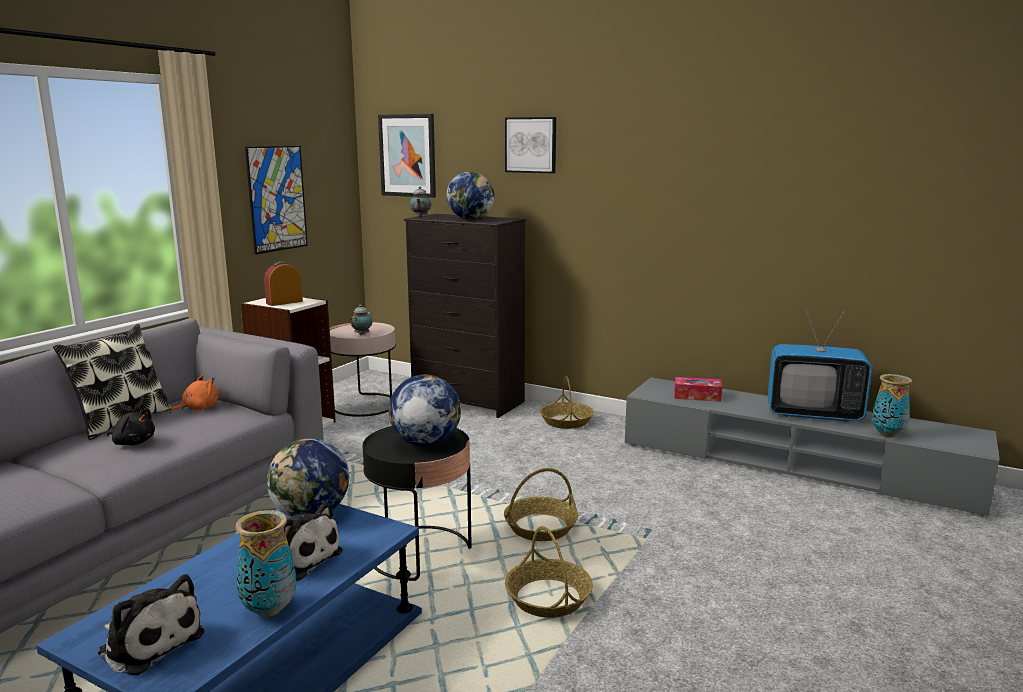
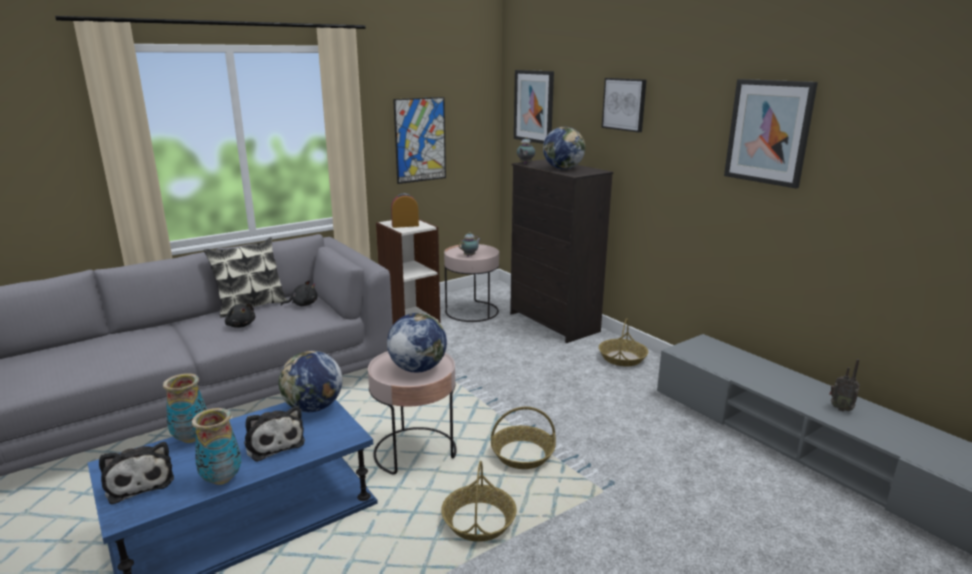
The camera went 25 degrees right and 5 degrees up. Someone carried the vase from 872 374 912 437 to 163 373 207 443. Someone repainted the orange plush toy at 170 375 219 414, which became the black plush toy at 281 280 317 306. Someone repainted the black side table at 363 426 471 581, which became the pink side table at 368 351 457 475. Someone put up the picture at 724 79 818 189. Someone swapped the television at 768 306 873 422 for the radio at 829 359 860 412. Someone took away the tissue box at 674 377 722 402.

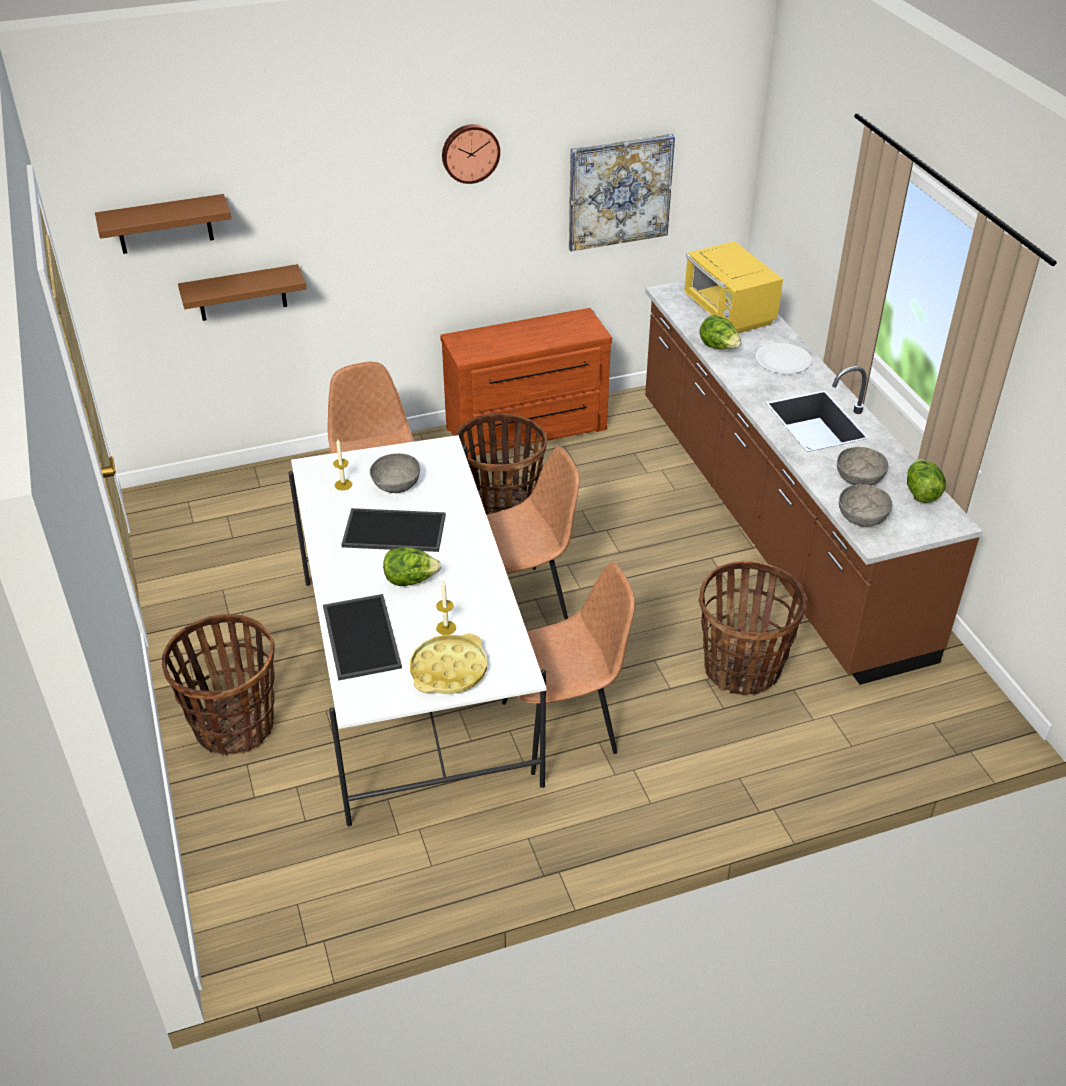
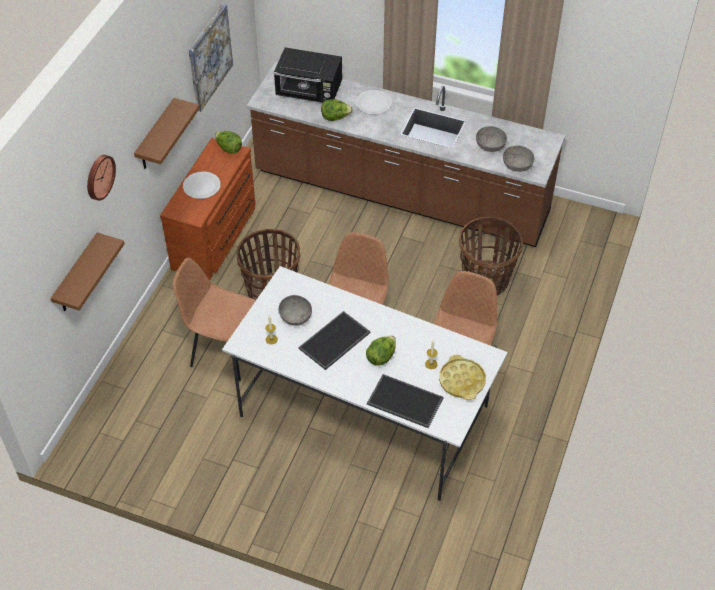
The camera went 50 degrees left and 10 degrees up. Someone carried the wall clock from 442 124 500 184 to 87 155 116 201. Someone carried the brown shelf from 95 194 232 254 to 134 98 200 169. Someone put down the white plate at 183 172 221 199. Someone carried the lettuce from 907 459 946 503 to 215 131 242 154. Someone repainted the yellow microwave at 684 241 783 333, which became the black microwave at 274 47 342 103. Someone took away the basket at 162 614 275 755.

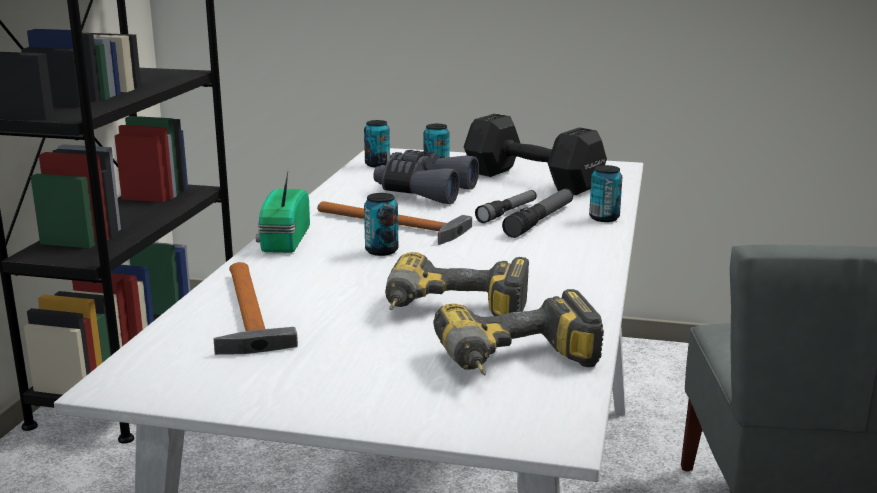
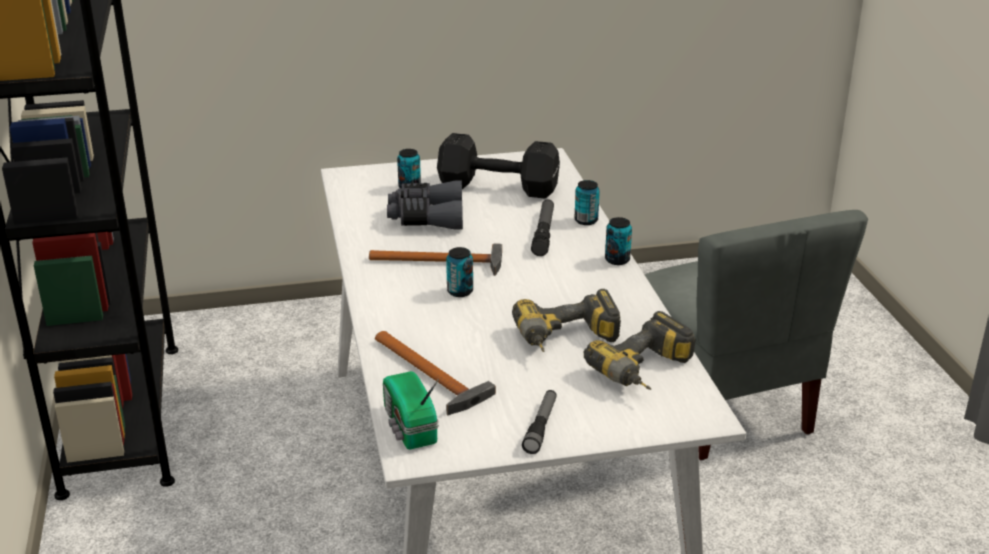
The camera went 25 degrees left and 10 degrees up. Someone carried the radio from 256 171 310 253 to 383 371 439 449. Someone carried the flashlight from 475 190 537 223 to 522 390 557 454. Someone carried the can from 364 120 390 167 to 605 217 632 265.

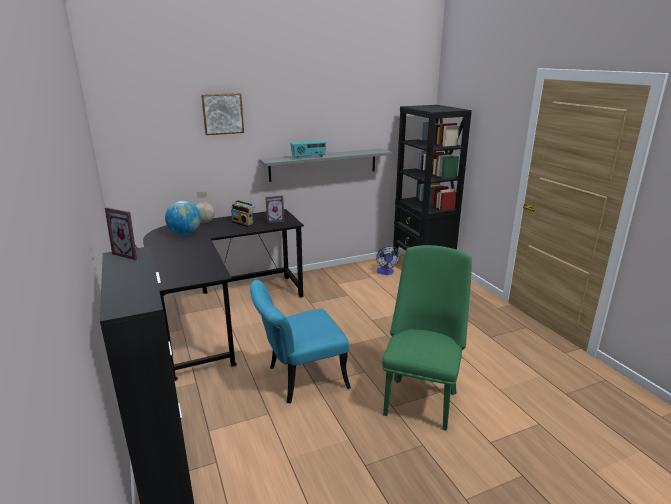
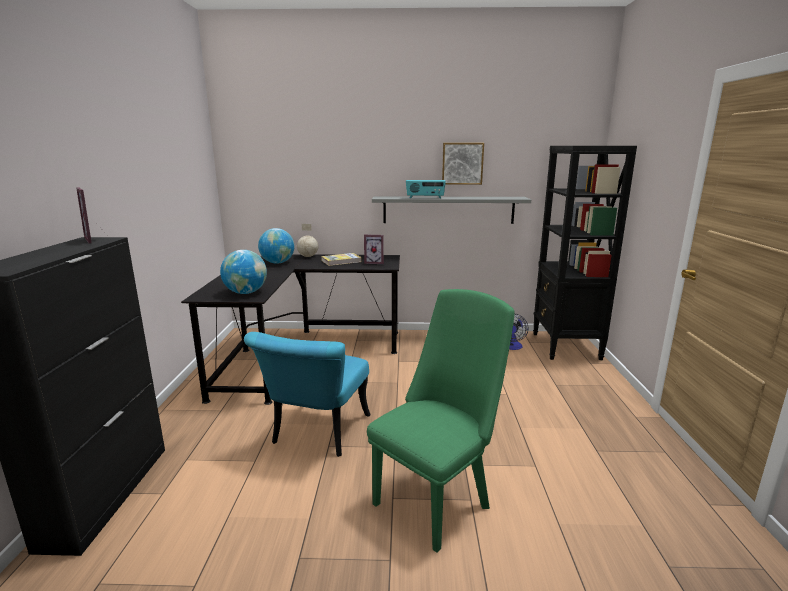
The camera went 25 degrees right and 5 degrees down. Someone put down the globe at 220 250 267 294. Someone rotated the turquoise chair at 250 280 351 404 by 75 degrees counterclockwise. Someone swapped the radio at 231 200 255 227 for the book at 321 253 362 266. Someone carried the picture from 201 93 244 135 to 442 143 484 185.

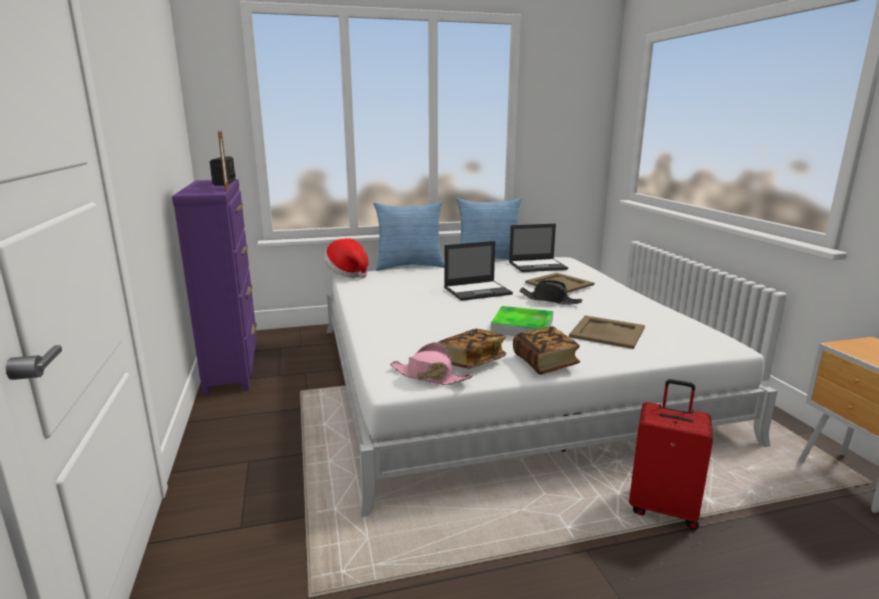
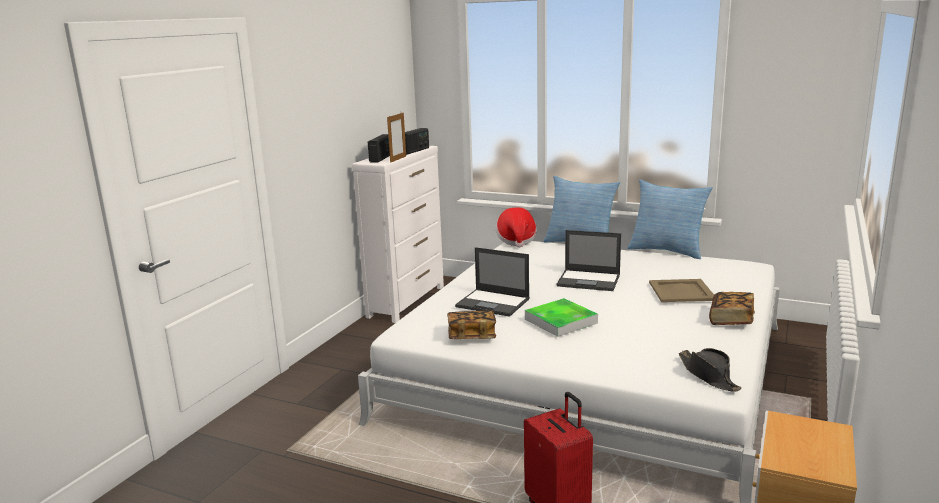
The camera went 40 degrees right and 0 degrees up. Someone repainted the purple dresser at 172 179 257 396, which became the white dresser at 352 146 444 323. Someone put down the radio at 368 134 390 163. Someone carried the laptop from 509 224 568 272 to 455 247 530 317. Someone carried the black hat from 520 280 582 305 to 679 348 742 392. Someone carried the book from 513 326 580 375 to 709 292 755 325. Someone took away the pink hat at 390 343 473 385. Someone took away the beige tray at 569 316 645 349.

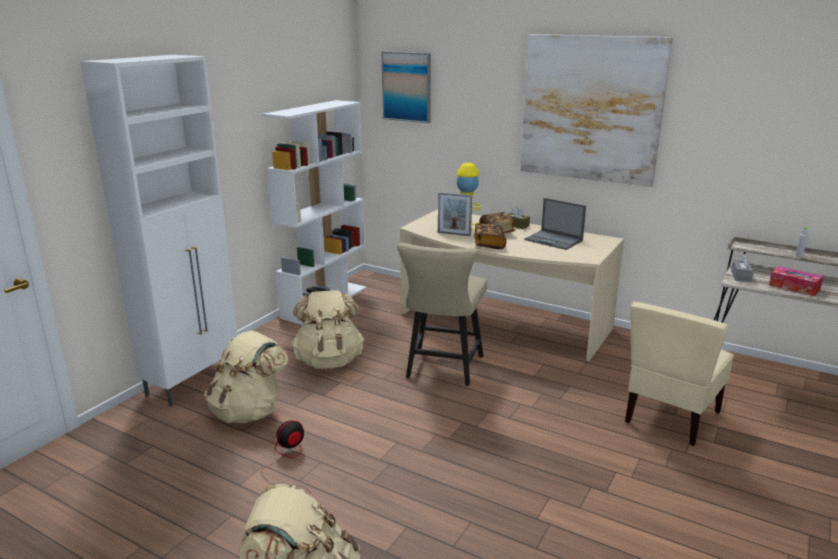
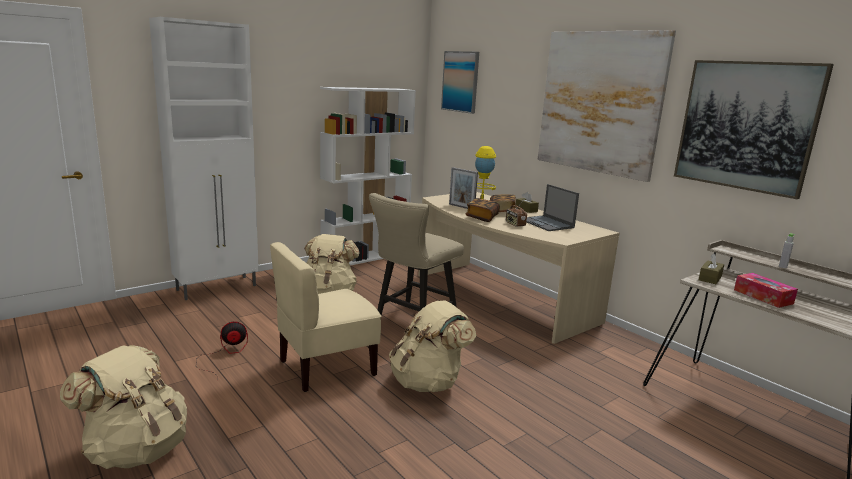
The camera went 20 degrees right and 5 degrees down. Someone carried the beige chair from 625 302 734 446 to 270 242 381 392. Someone carried the beige backpack from 204 331 289 423 to 389 300 476 392. Someone put down the radio at 506 201 527 227. Someone put up the picture at 674 60 834 199. Someone repainted the grey tissue box at 731 253 754 282, which became the brown tissue box at 699 253 724 284.

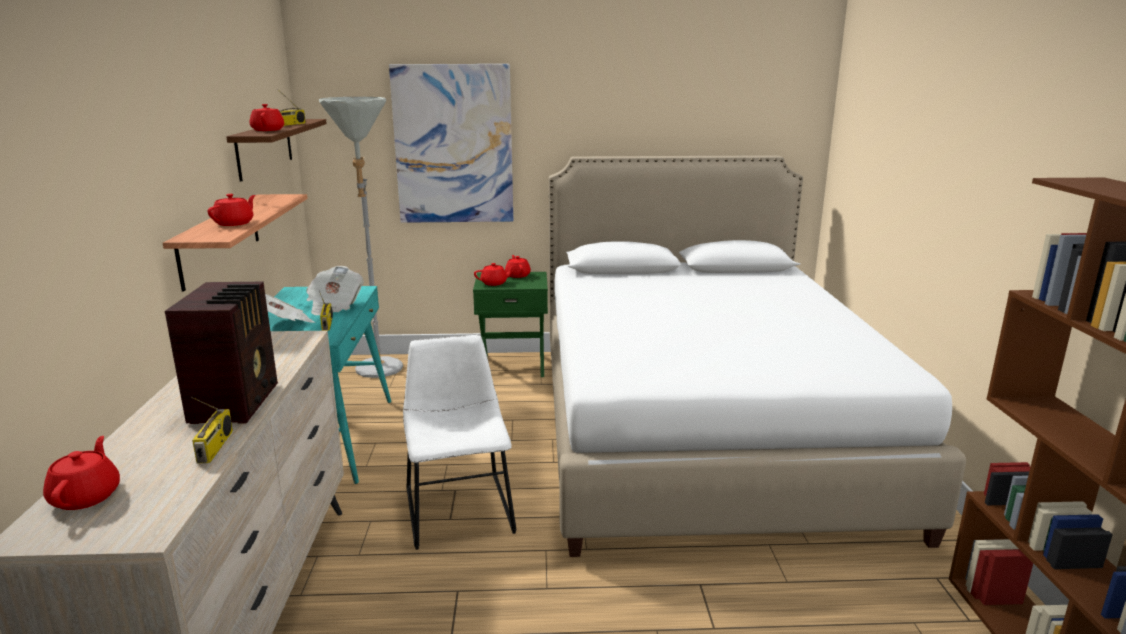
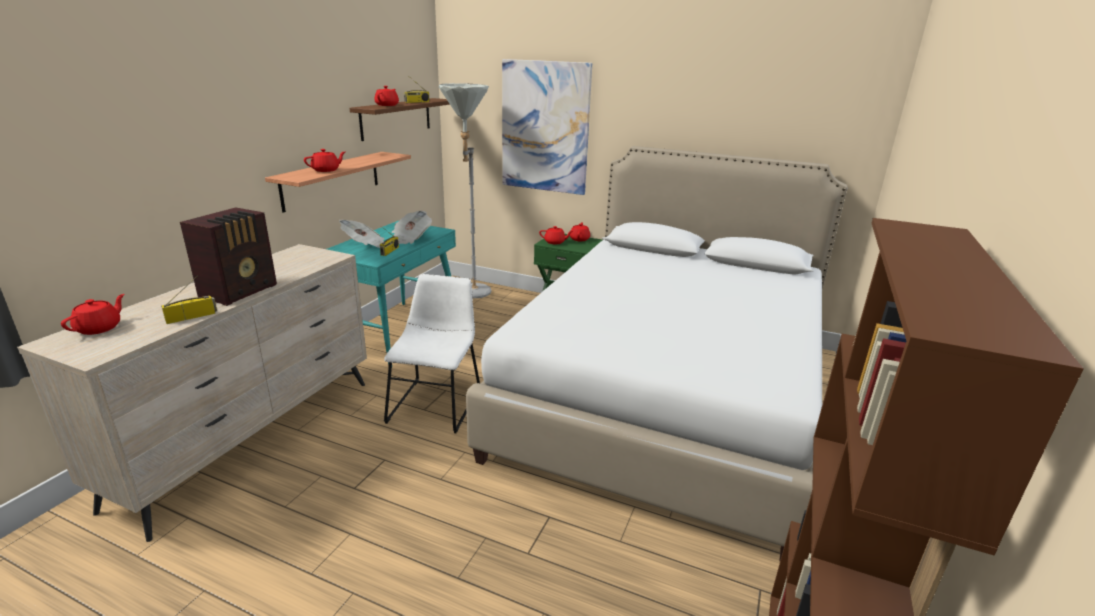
The camera went 25 degrees right and 5 degrees up. Someone rotated the radio at 191 397 233 463 by 150 degrees counterclockwise.

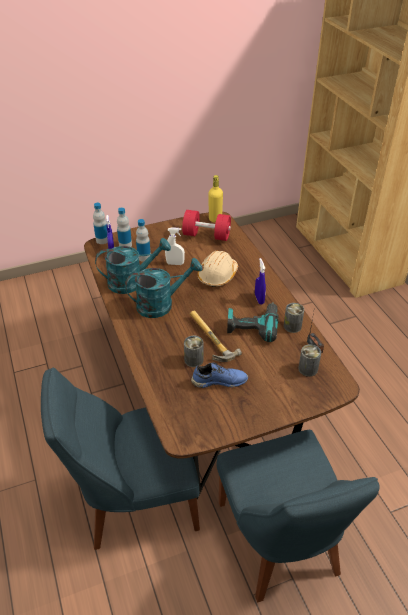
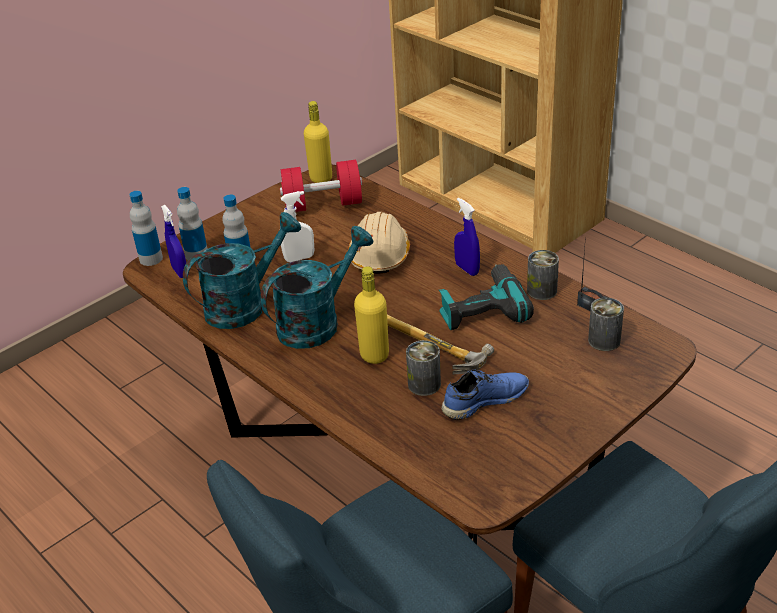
The camera went 20 degrees left and 5 degrees down. Someone put down the yellow bottle at 354 266 389 364.

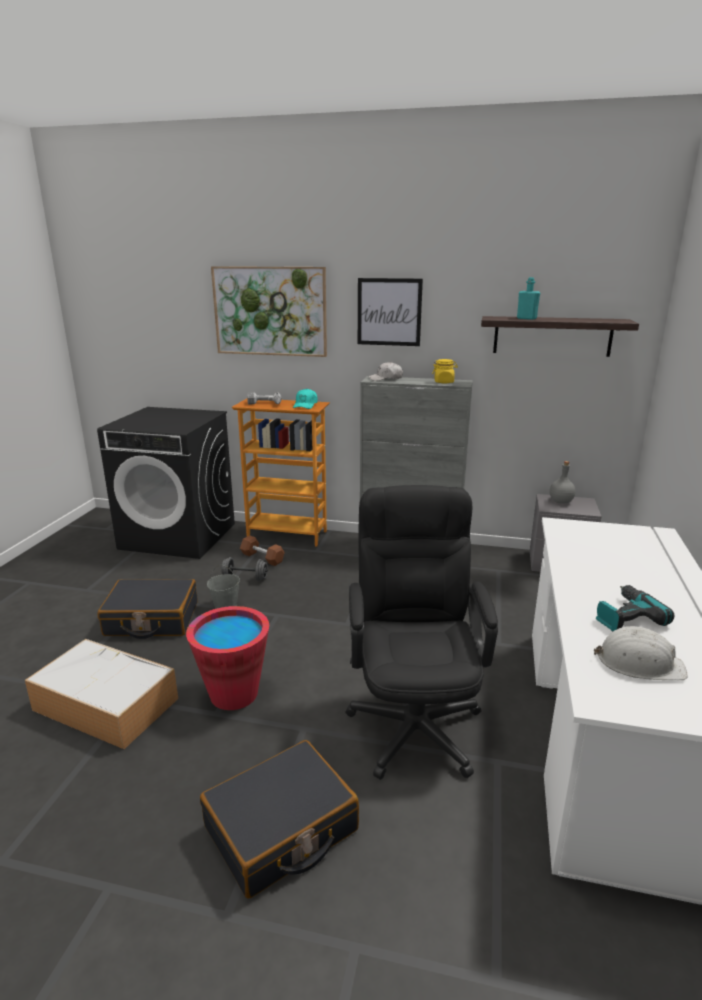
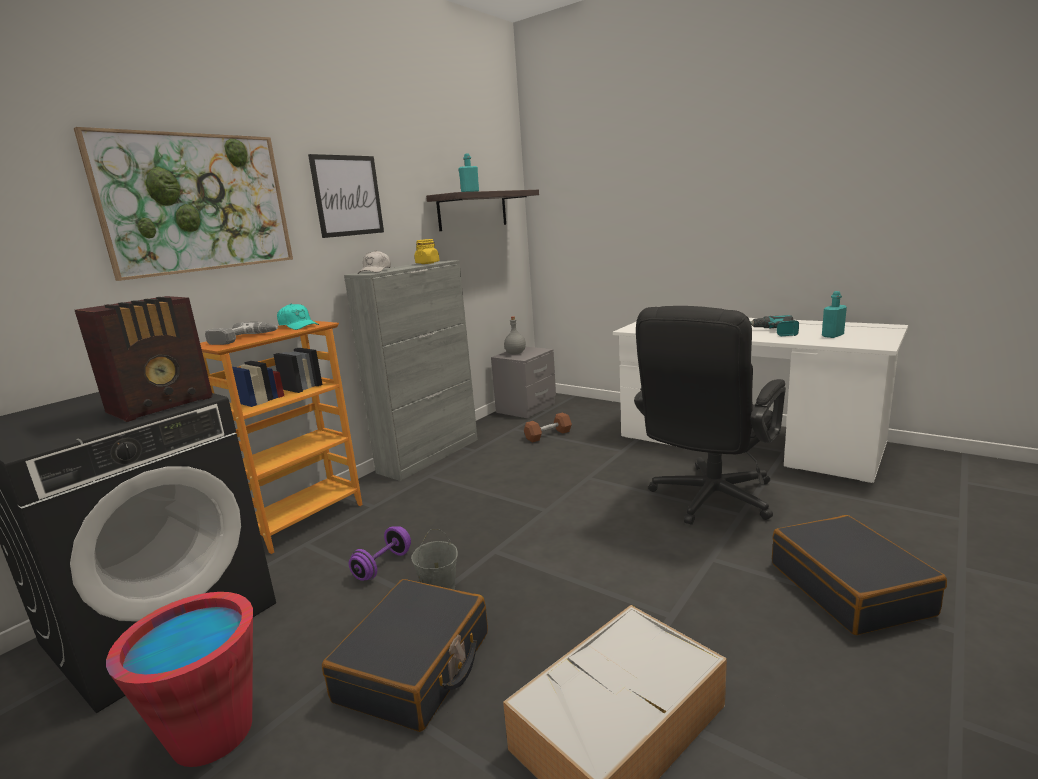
The camera went 65 degrees left and 5 degrees down. Someone put down the radio at 75 296 212 422. Someone carried the red bucket from 186 606 269 710 to 106 592 253 767. Someone repainted the grey dumbbell at 221 557 268 581, which became the purple dumbbell at 349 526 411 581. Someone carried the brown dumbbell from 240 536 285 566 to 524 412 572 442. Someone rotated the black office chair at 345 485 498 780 by 75 degrees counterclockwise. Someone swapped the white hard hat at 594 626 688 680 for the turquoise bottle at 822 291 847 338.

